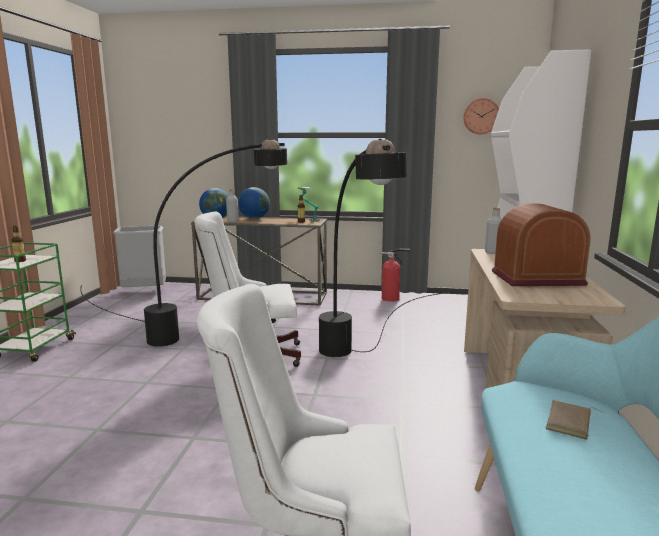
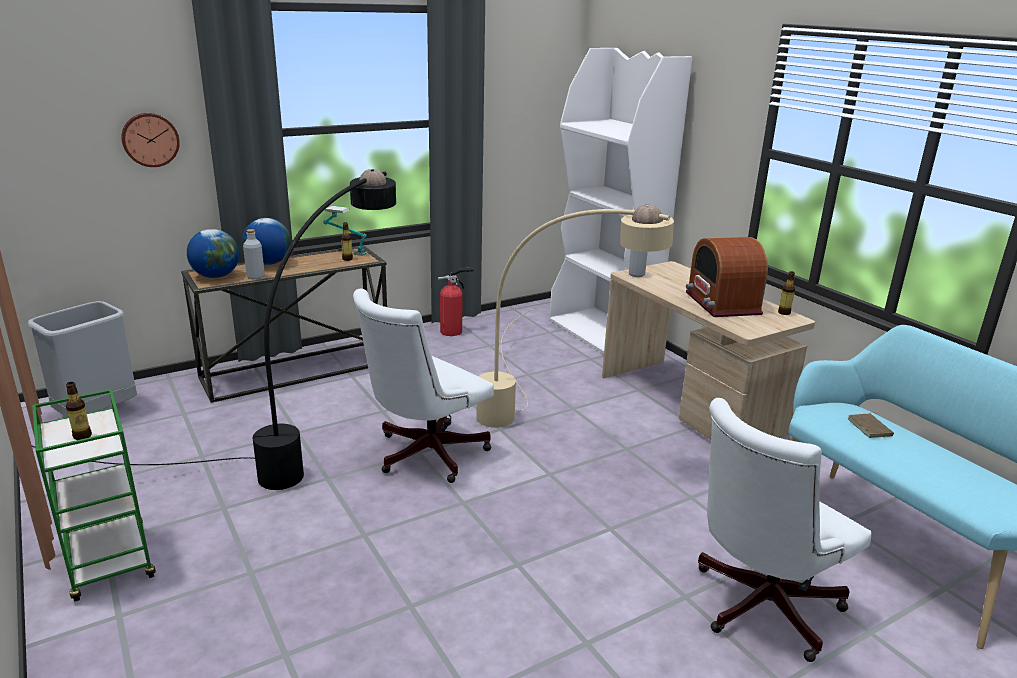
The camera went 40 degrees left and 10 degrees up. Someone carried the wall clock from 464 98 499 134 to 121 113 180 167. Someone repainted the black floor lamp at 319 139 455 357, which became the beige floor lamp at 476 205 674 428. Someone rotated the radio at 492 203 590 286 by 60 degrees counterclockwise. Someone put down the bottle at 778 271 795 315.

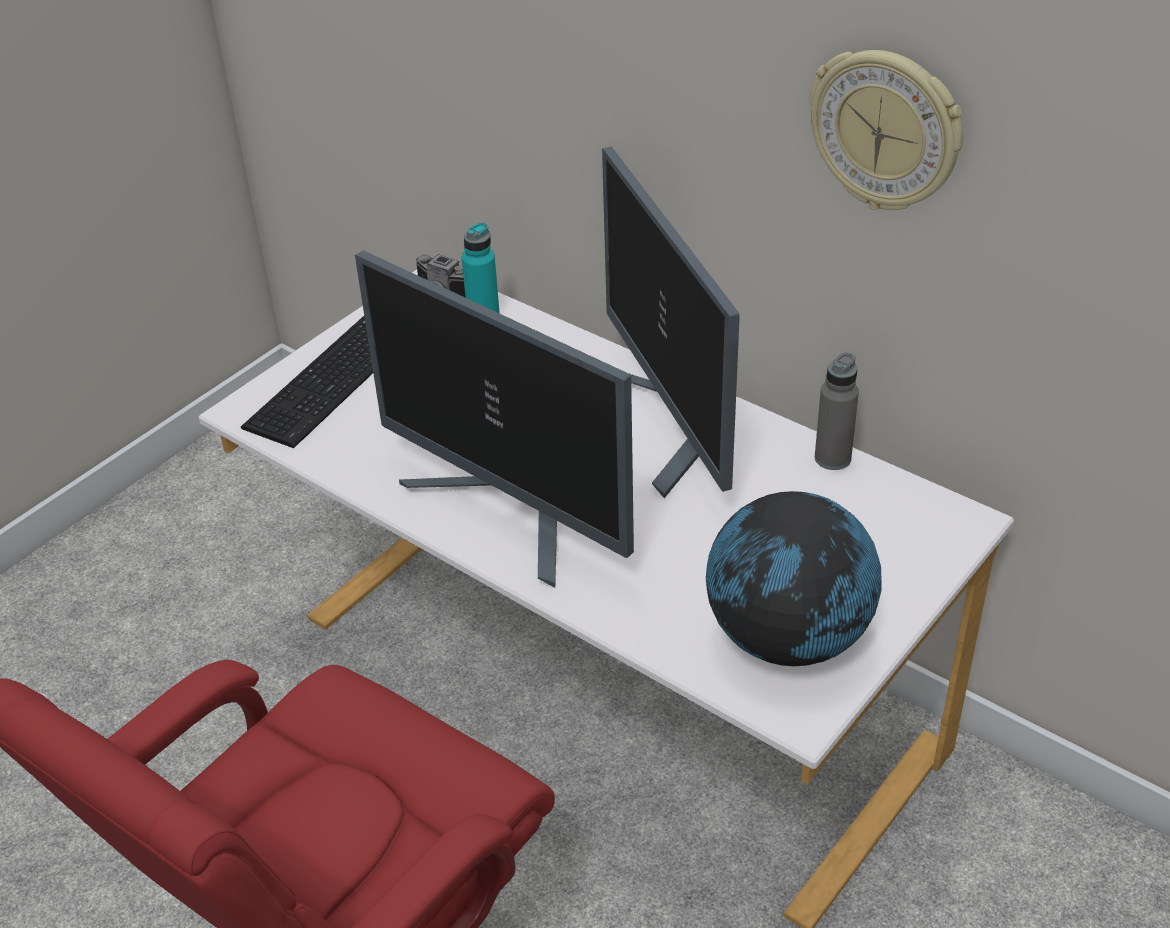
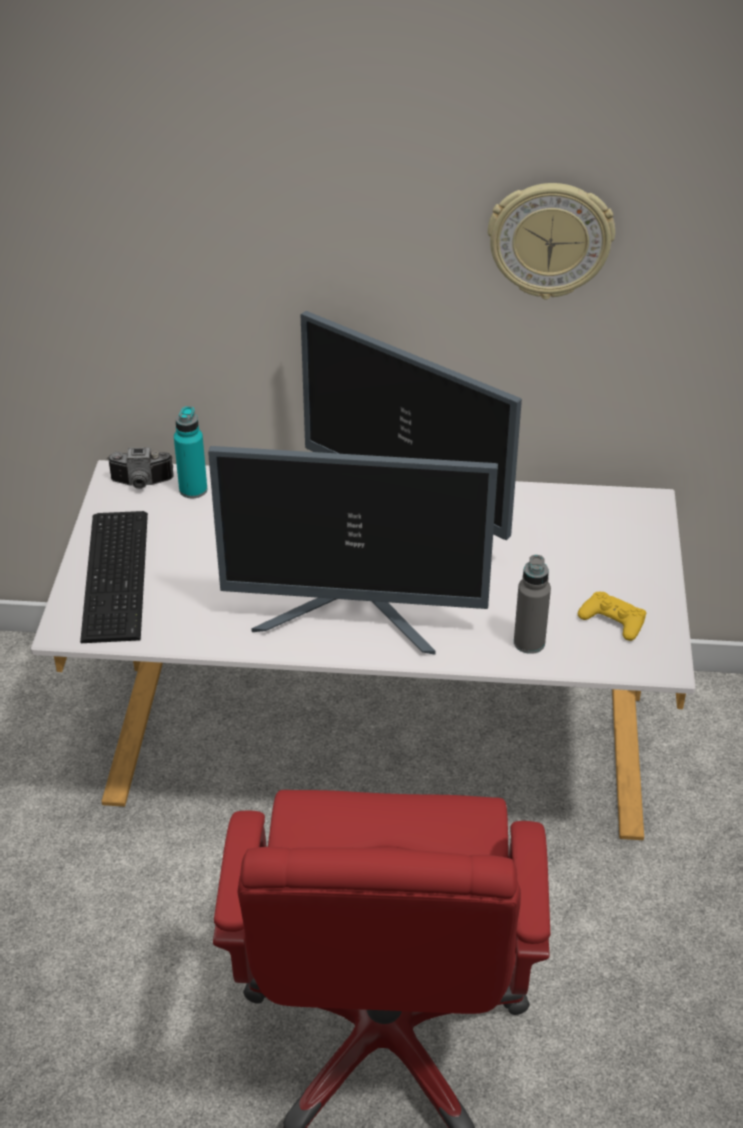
The camera went 35 degrees left and 0 degrees up. Someone carried the grey bottle from 815 352 859 470 to 514 555 551 654. Someone swapped the globe at 706 491 881 666 for the yellow game controller at 578 592 646 641.

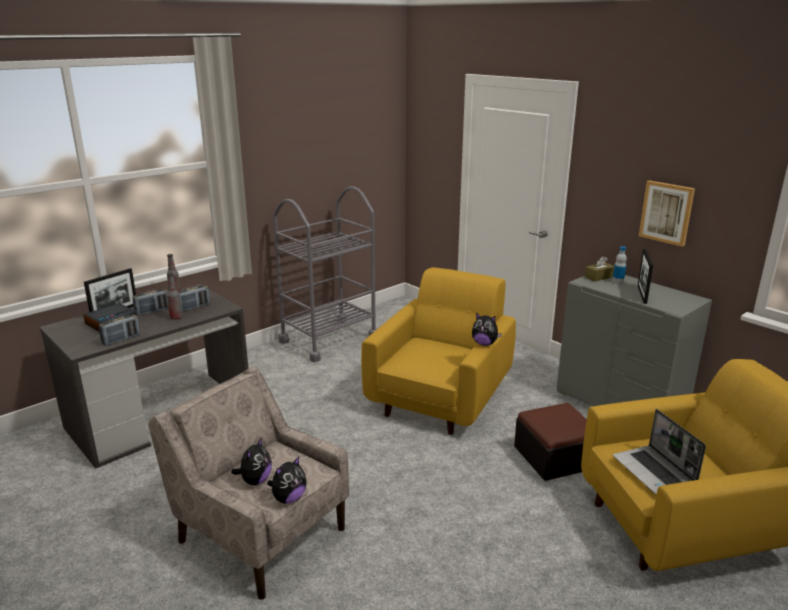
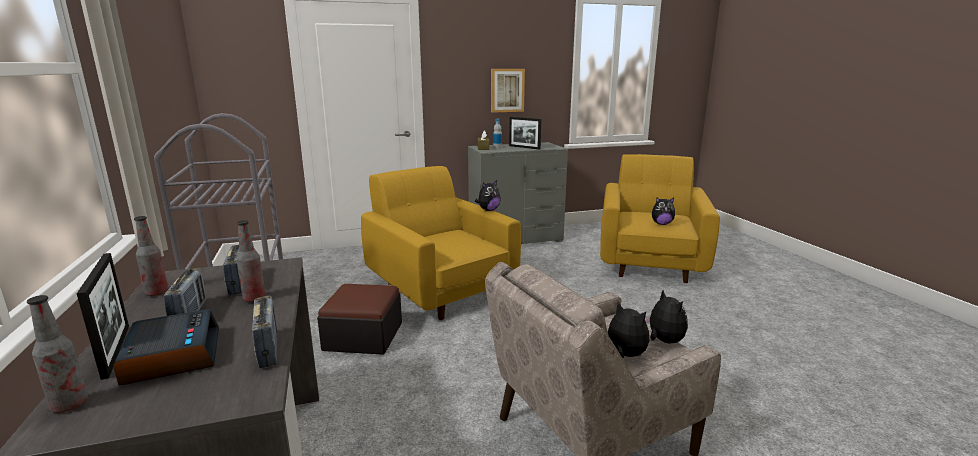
The camera went 65 degrees left and 5 degrees down. Someone put down the bottle at 27 295 88 413. Someone carried the ottoman from 514 403 587 481 to 317 284 402 355. Someone swapped the laptop at 613 409 706 495 for the plush toy at 652 197 675 225.

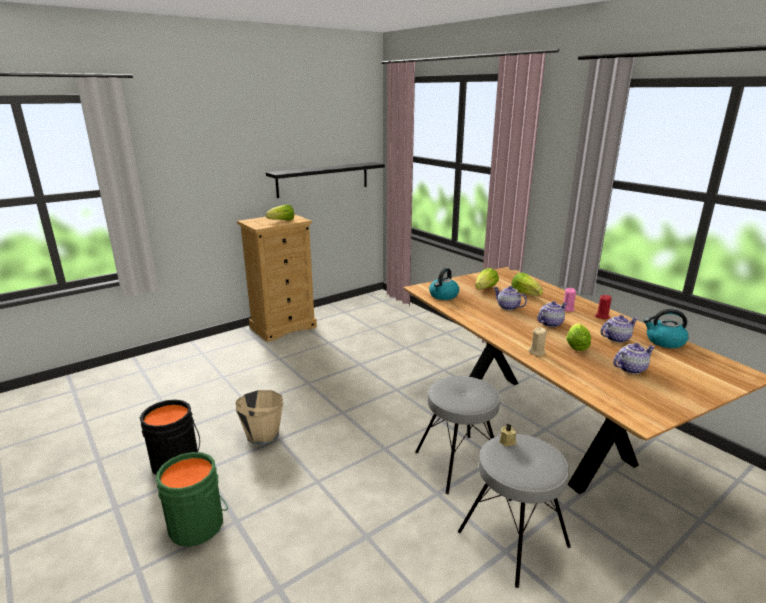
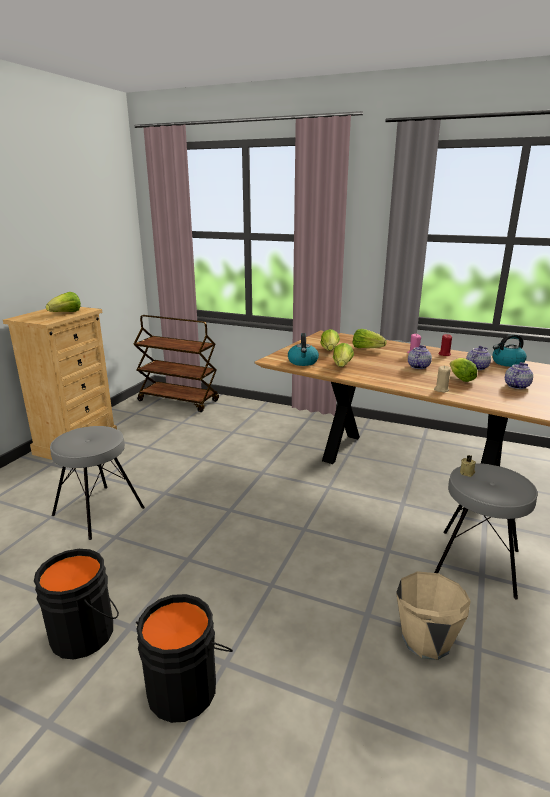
The camera went 30 degrees left and 0 degrees up. Someone carried the grey stool from 415 376 500 494 to 50 426 145 540. Someone put down the brown cart at 133 315 219 412. Someone repainted the green bucket at 156 452 228 547, which became the black bucket at 136 594 233 723. Someone put down the lettuce at 333 343 354 367. Someone carried the beige bucket from 236 390 283 445 to 396 571 471 660. Someone took away the black shelf at 266 162 385 198. Someone took away the teapot at 493 286 527 310.

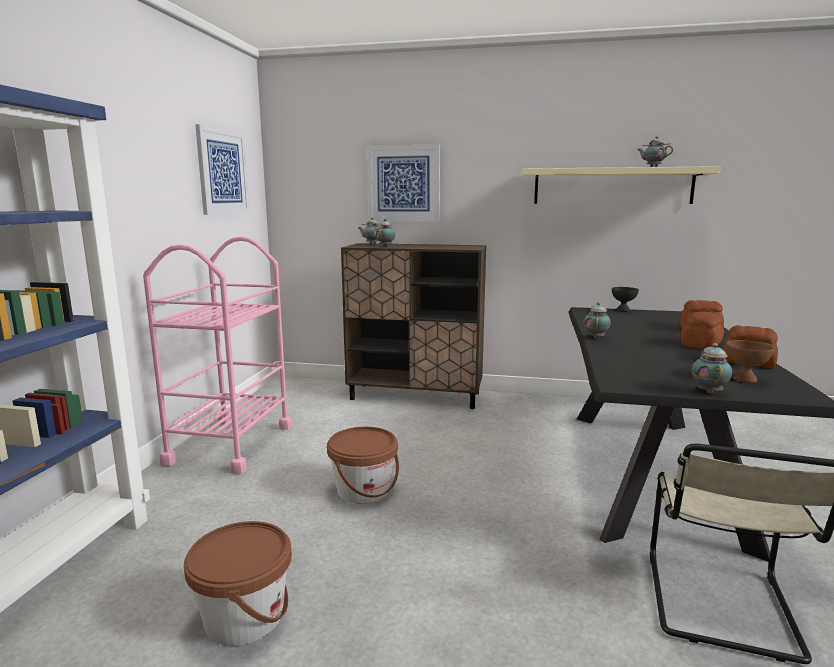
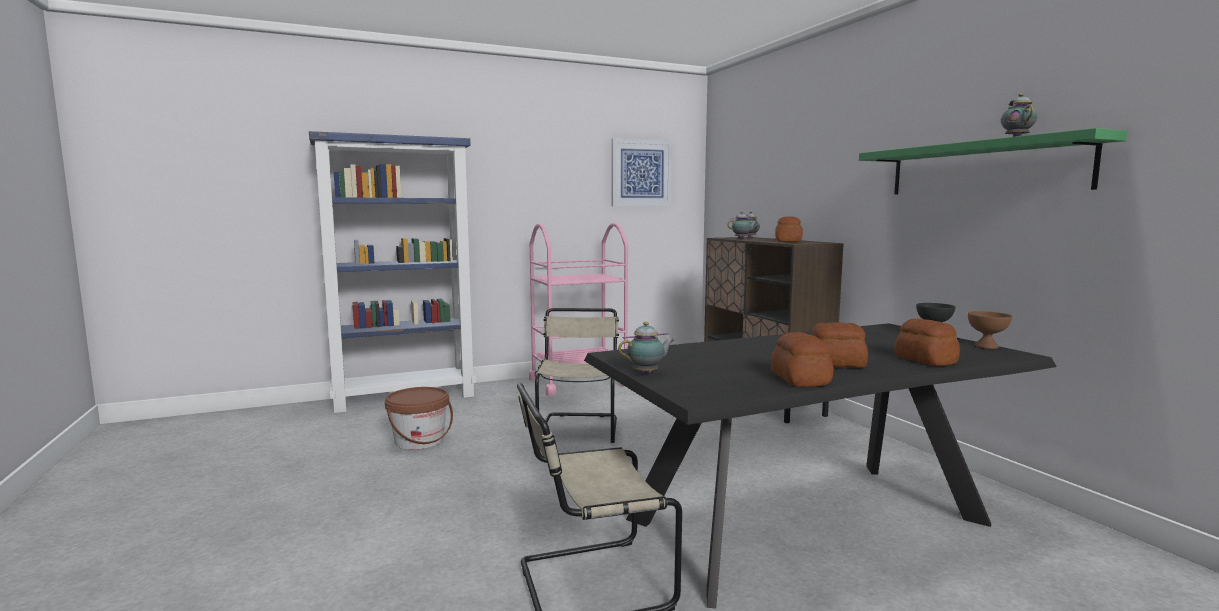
The camera went 55 degrees right and 5 degrees down. Someone swapped the brown bucket at 327 427 399 504 for the beige chair at 535 308 619 443. Someone put down the bread at 775 216 803 242. Someone repainted the beige shelf at 522 166 721 204, which became the green shelf at 859 128 1127 195. Someone carried the brown bowl from 726 340 774 383 to 968 311 1012 349. Someone took away the picture at 367 144 440 221. Someone took away the teapot at 583 302 611 339.

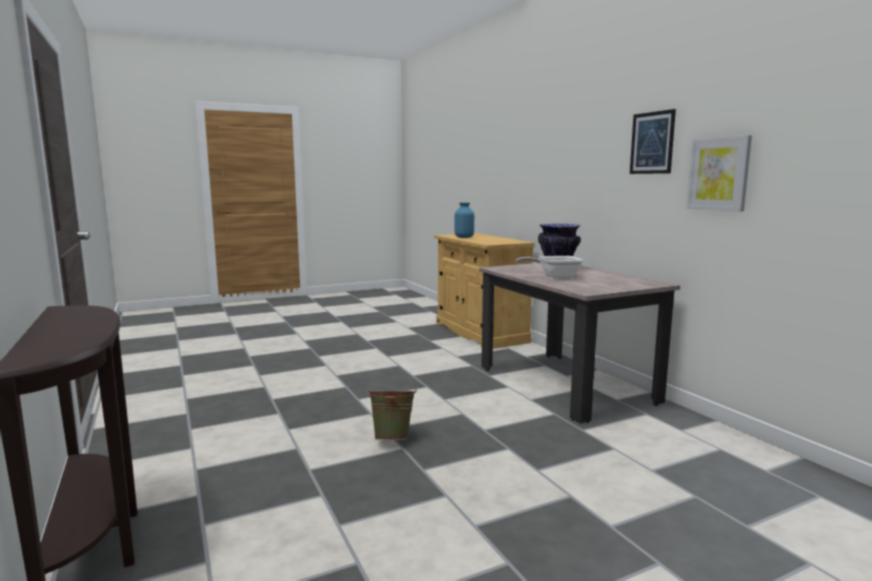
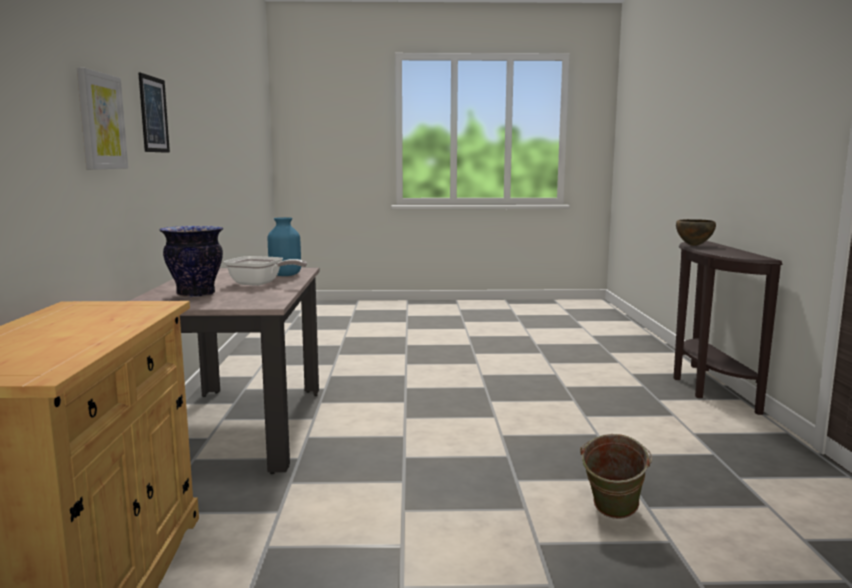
The camera went 155 degrees left and 0 degrees up. Someone carried the picture from 687 135 752 211 to 77 68 128 169. Someone carried the blue vase from 454 203 474 238 to 268 217 301 276. Someone carried the green bucket from 367 388 417 440 to 580 434 652 519. Someone put down the brown bowl at 676 219 716 246.

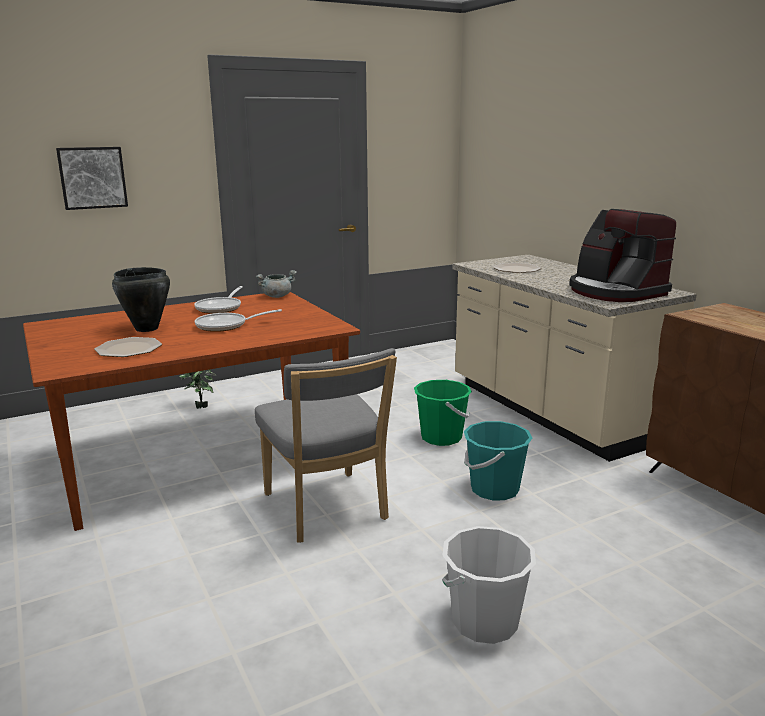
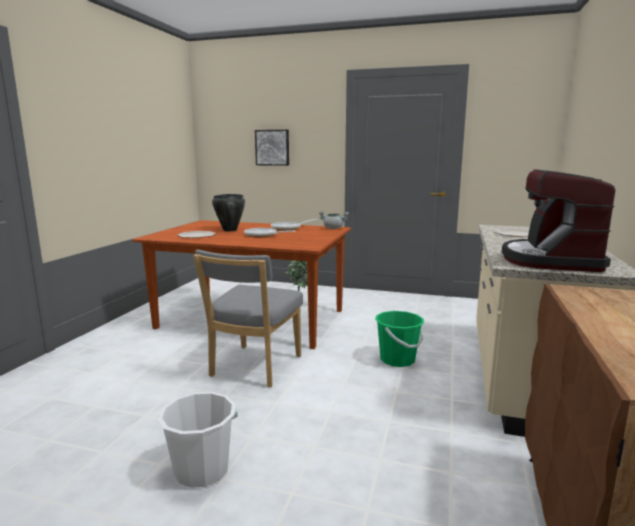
The camera went 45 degrees right and 5 degrees down. Someone took away the turquoise bucket at 464 421 532 500.

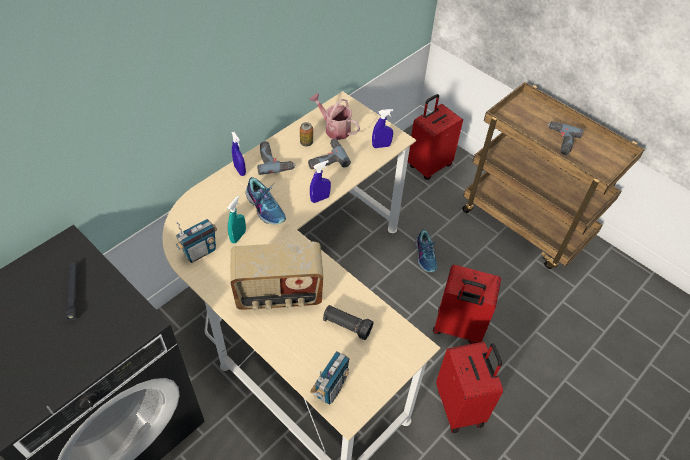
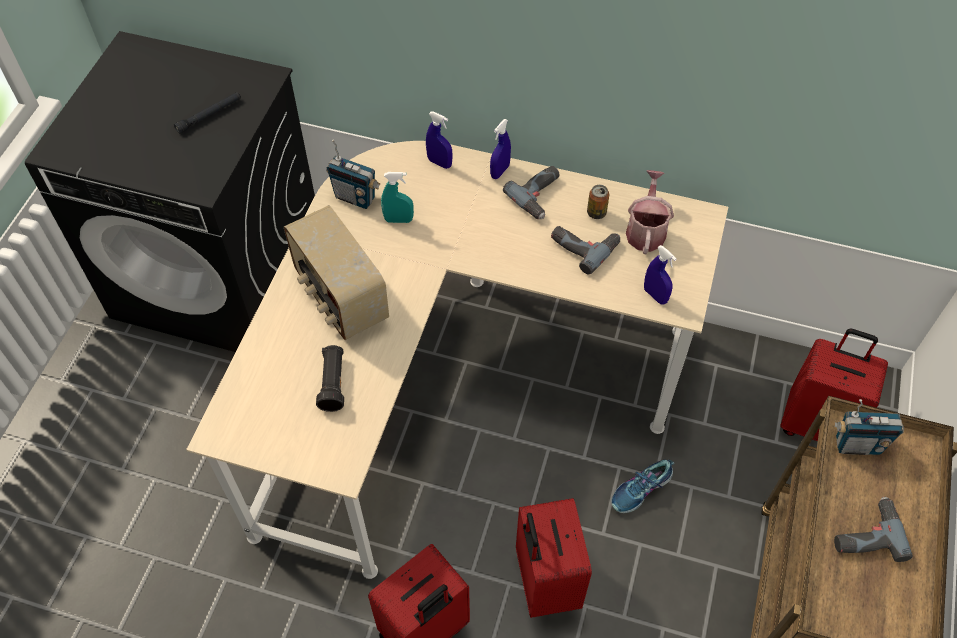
The camera went 65 degrees right and 5 degrees up. Someone carried the blue spray bottle from 310 160 331 203 to 426 112 453 169. Someone carried the radio from 310 351 349 405 to 834 399 904 455. Someone took away the shoe at 245 177 286 225.

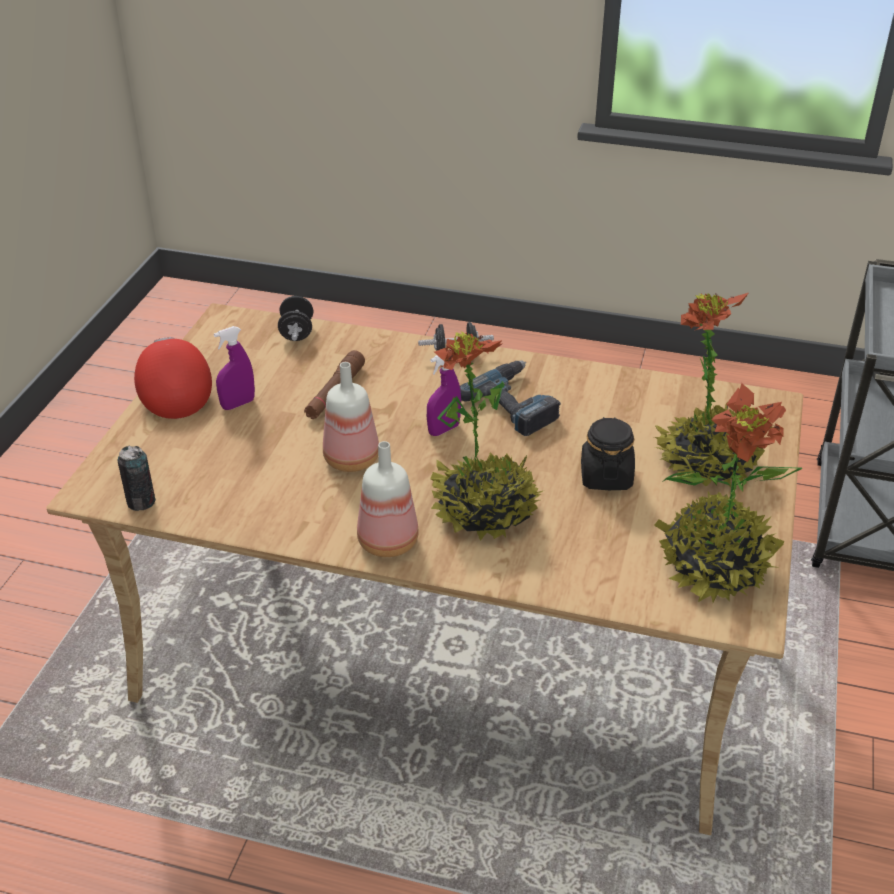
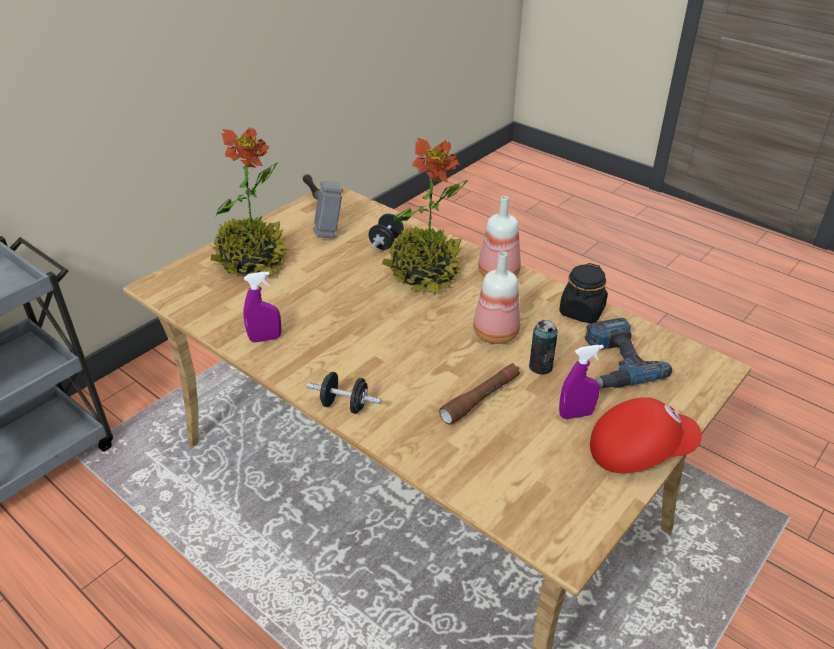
The camera went 155 degrees left and 0 degrees up. Someone carried the purple spray bottle from 427 355 461 436 to 243 271 281 342. Someone swapped the potted plant at 654 383 802 602 for the hammer at 302 174 343 238. Someone carried the black dumbbell from 278 296 313 341 to 369 214 404 250. Someone carried the can from 117 446 156 511 to 529 320 558 375. Someone carried the black jar from 581 417 635 490 to 559 263 608 323. Someone carried the power drill from 460 360 561 436 to 584 318 672 388. Someone rotated the red cap at 134 337 212 419 by 105 degrees counterclockwise.

